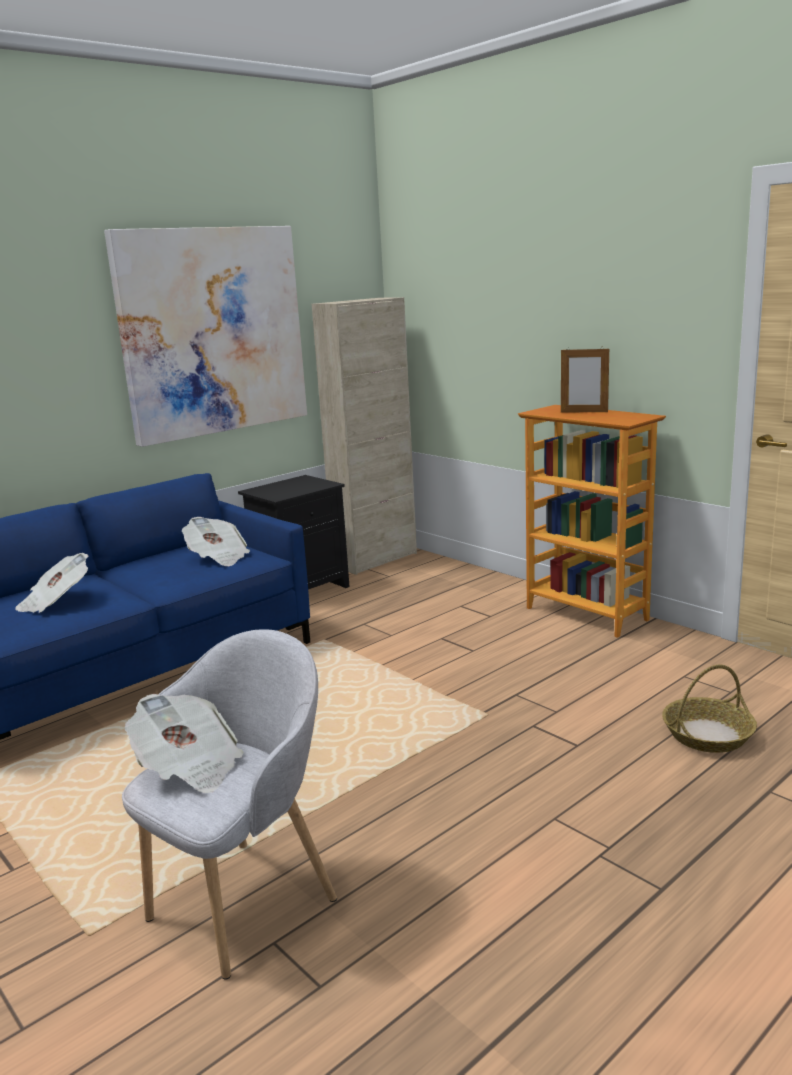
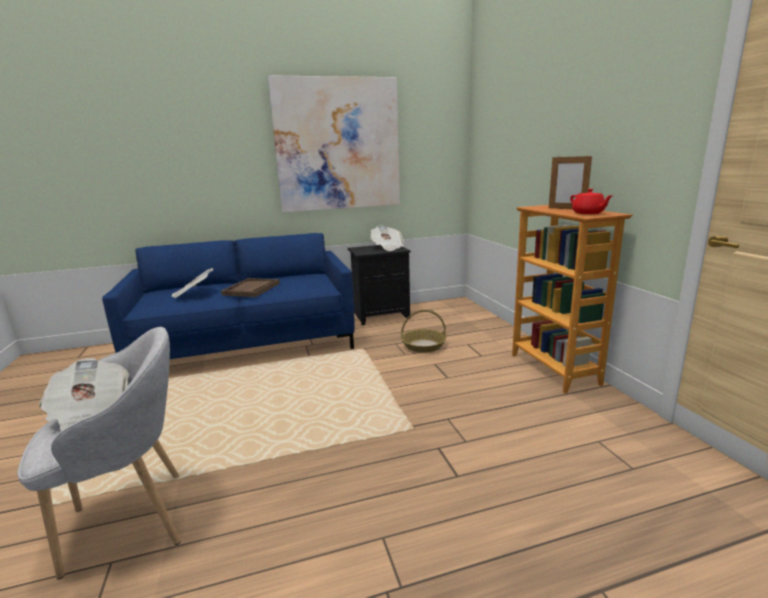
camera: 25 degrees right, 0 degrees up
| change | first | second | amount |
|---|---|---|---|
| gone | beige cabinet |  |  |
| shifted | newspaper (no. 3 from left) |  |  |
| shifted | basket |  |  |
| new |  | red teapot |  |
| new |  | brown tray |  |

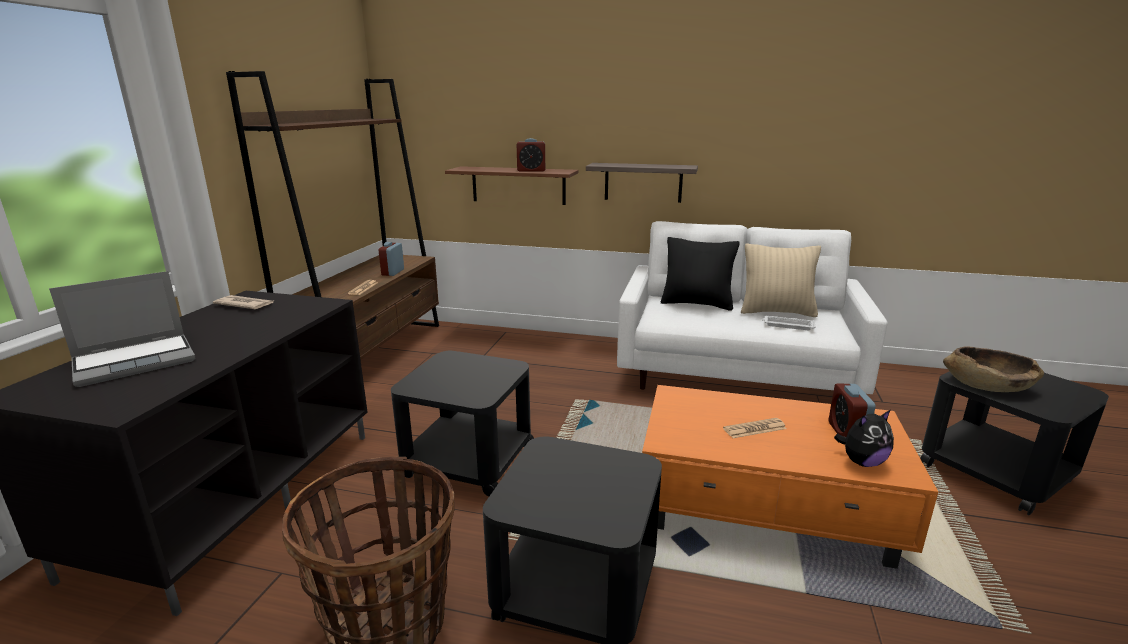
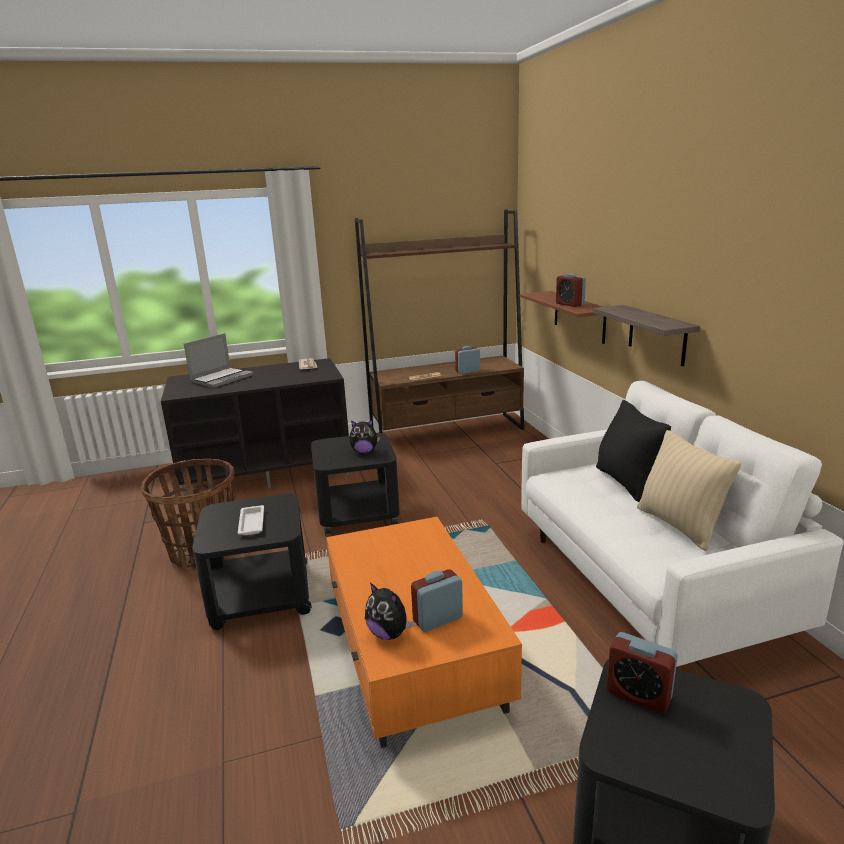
camera: 60 degrees right, 0 degrees up
| change | first | second | amount |
|---|---|---|---|
| rotated | laptop |  | 75 degrees counterclockwise |
| shifted | white tray |  |  |
| swapped | brown bowl | alarm clock (no. 4 from left) |  |
| gone | newspaper (no. 3 from left) |  |  |
| new |  | plush toy (no. 1 from left) |  |

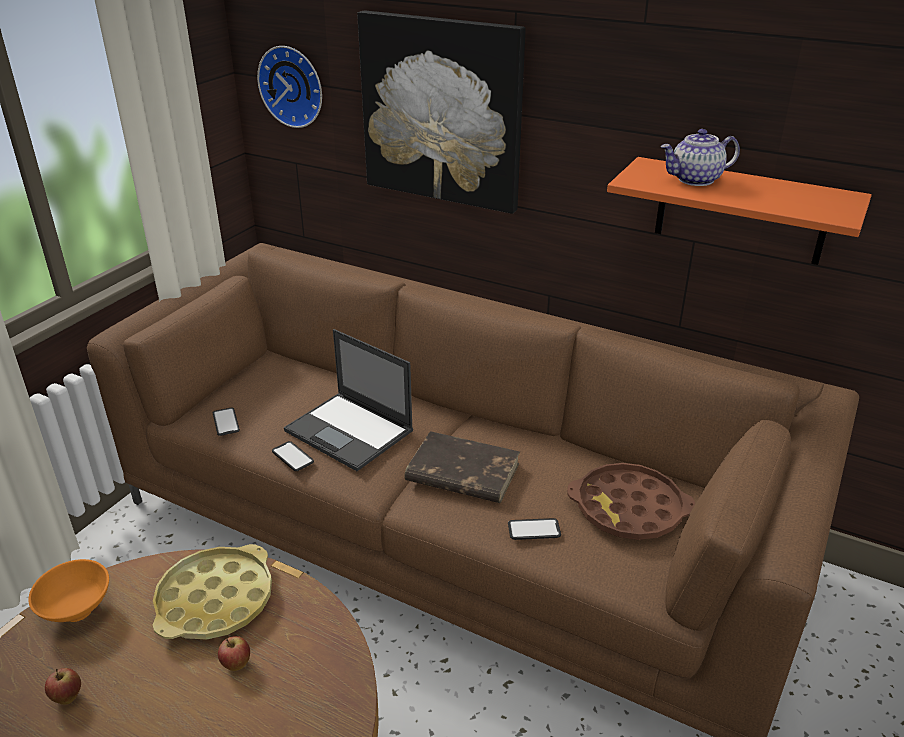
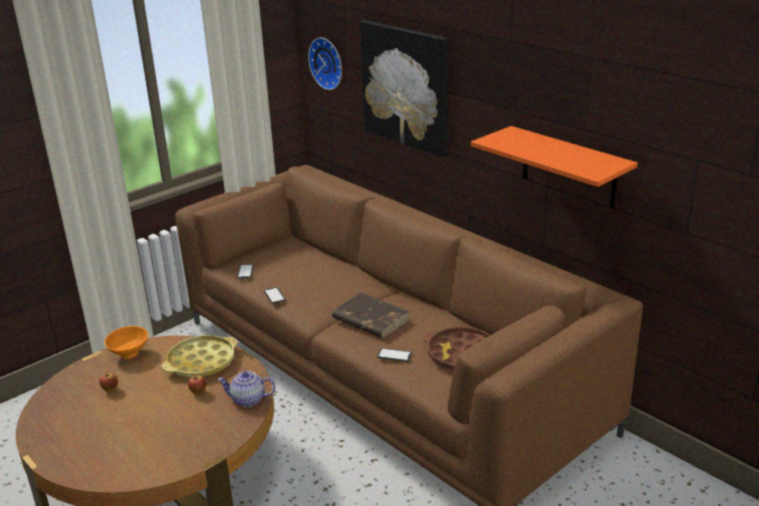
camera: 20 degrees right, 5 degrees down
| change | first | second | amount |
|---|---|---|---|
| shifted | teapot |  |  |
| gone | laptop |  |  |

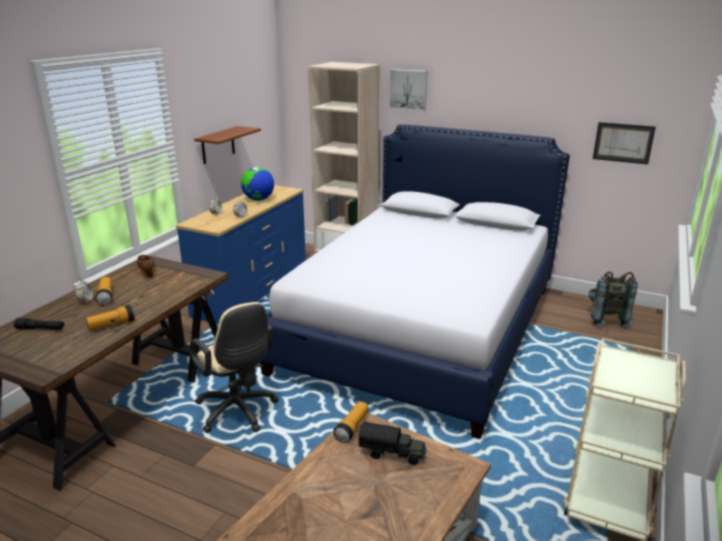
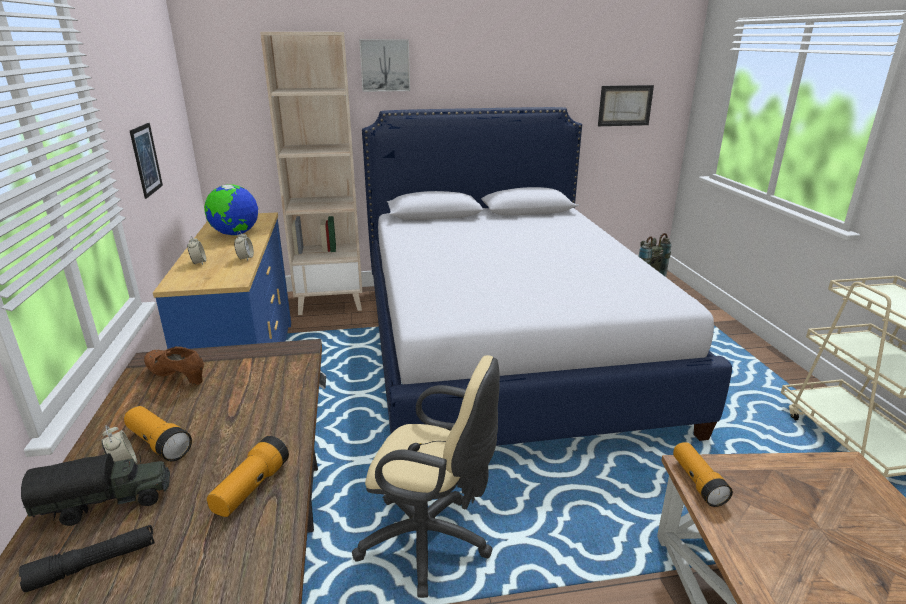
camera: 35 degrees left, 0 degrees up
| change | first | second | amount |
|---|---|---|---|
| swapped | brown shelf | picture (no. 1 from left) |  |
| shifted | toy truck |  |  |

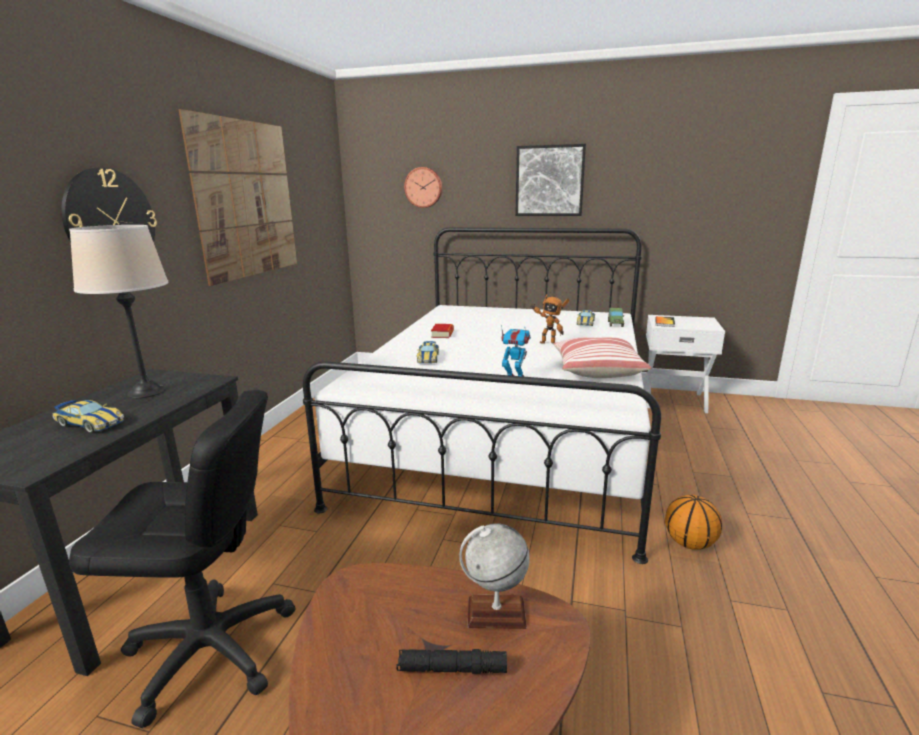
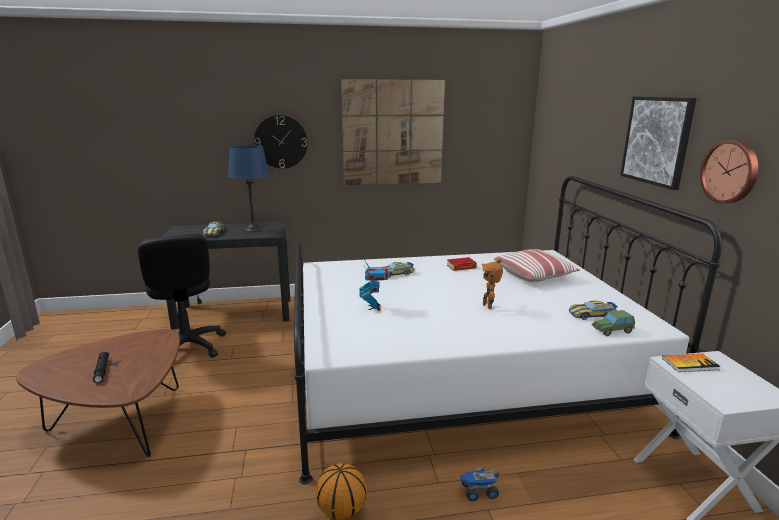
camera: 65 degrees right, 0 degrees up
| change | first | second | amount |
|---|---|---|---|
| shifted | wall clock (no. 2 from left) |  |  |
| repainted | beige table lamp | blue table lamp |  |
| shifted | pillow |  |  |
| gone | globe |  |  |
| new |  | toy truck |  |

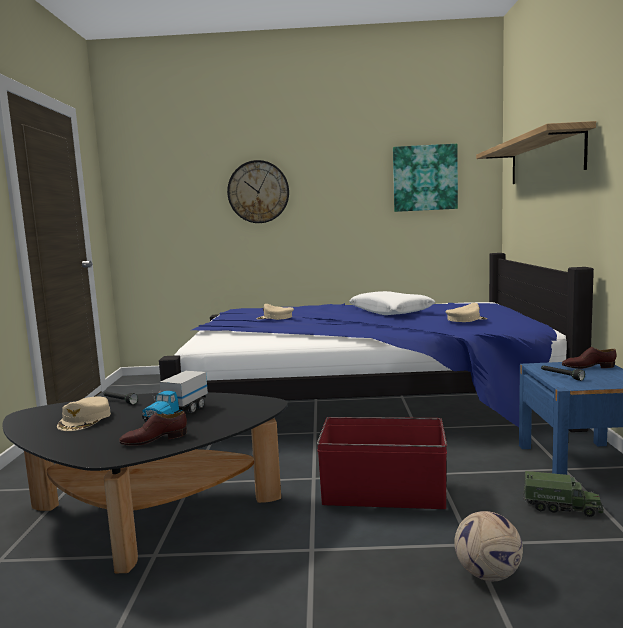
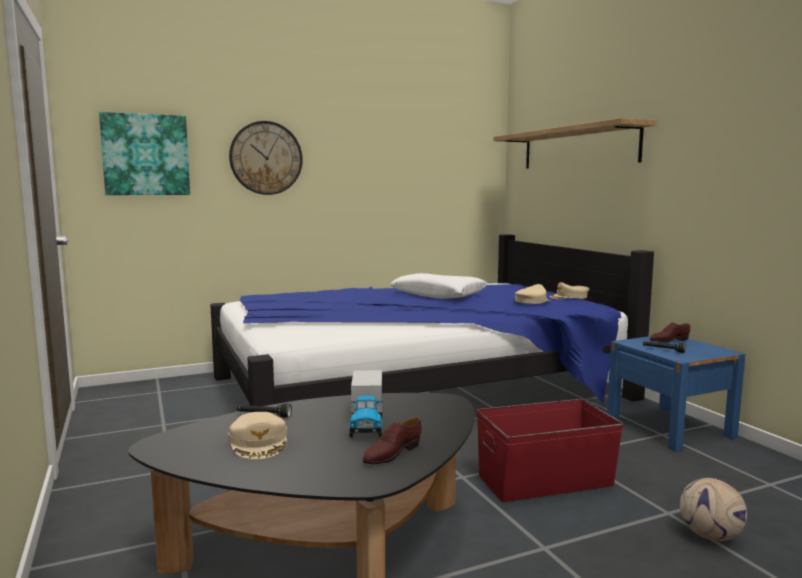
camera: 25 degrees left, 0 degrees up
| change | first | second | amount |
|---|---|---|---|
| shifted | picture |  |  |
| shifted | beige cap (no. 2 from left in the first image) | beige cap (no. 3 from left) |  |
| gone | toy truck (no. 2 from left) |  |  |

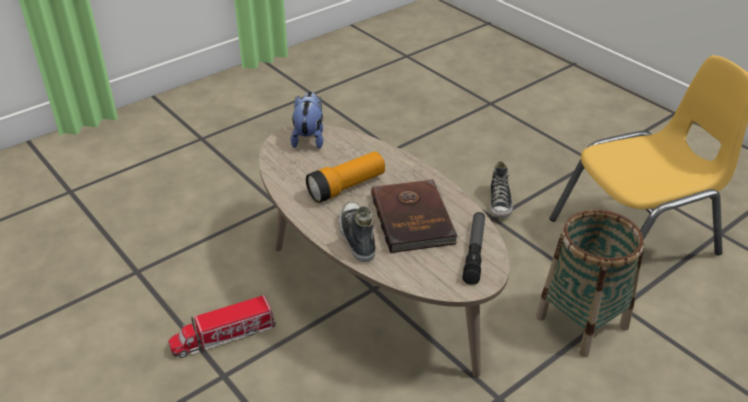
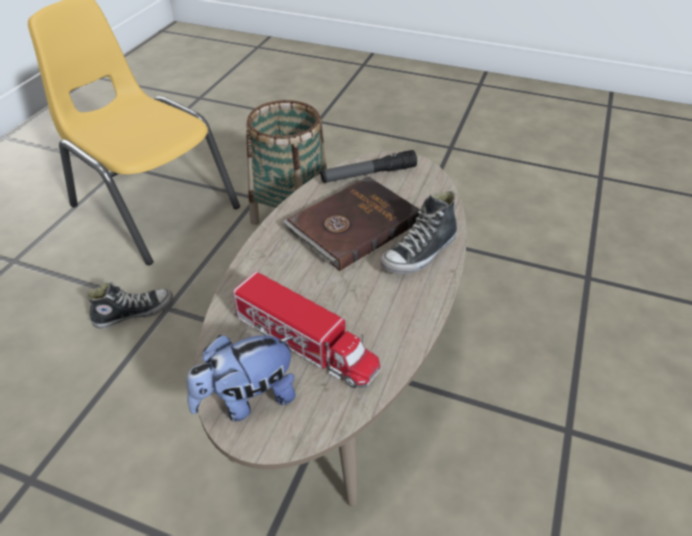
camera: 120 degrees left, 5 degrees up
| change | first | second | amount |
|---|---|---|---|
| gone | flashlight (no. 1 from left) |  |  |
| shifted | toy truck |  |  |

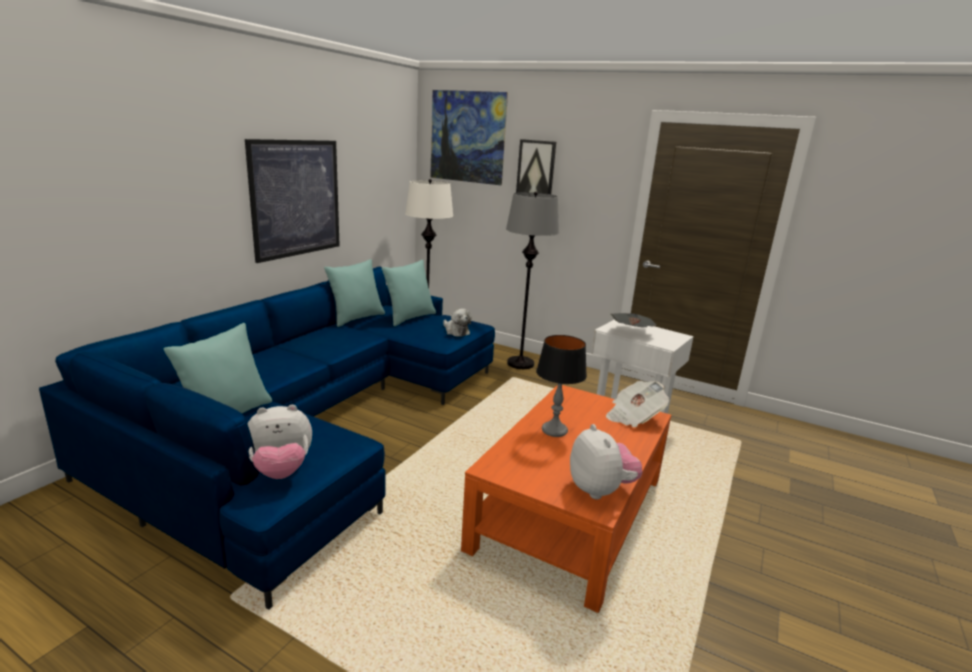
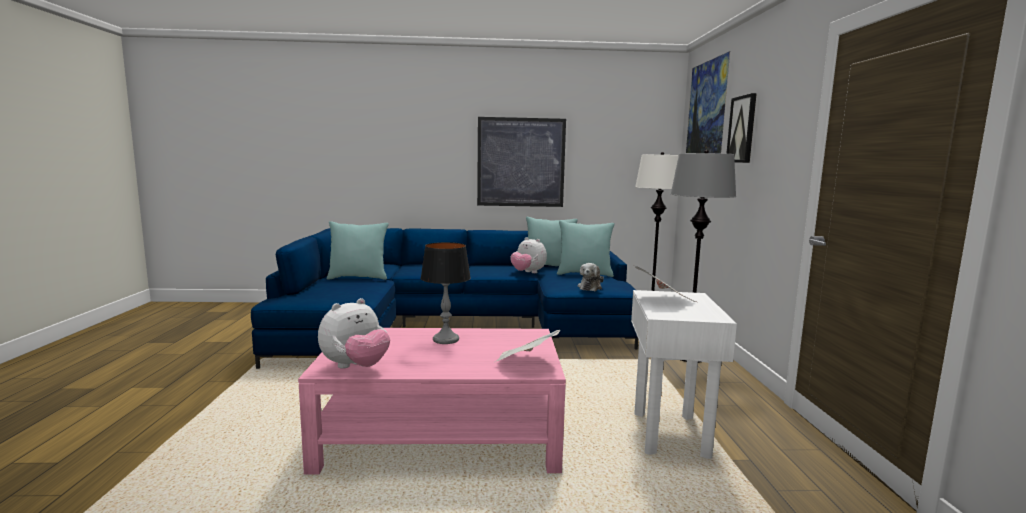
camera: 60 degrees right, 10 degrees down
| change | first | second | amount |
|---|---|---|---|
| repainted | orange coffee table | pink coffee table |  |
| shifted | plush toy (no. 1 from left in the first image) | plush toy (no. 2 from left) |  |

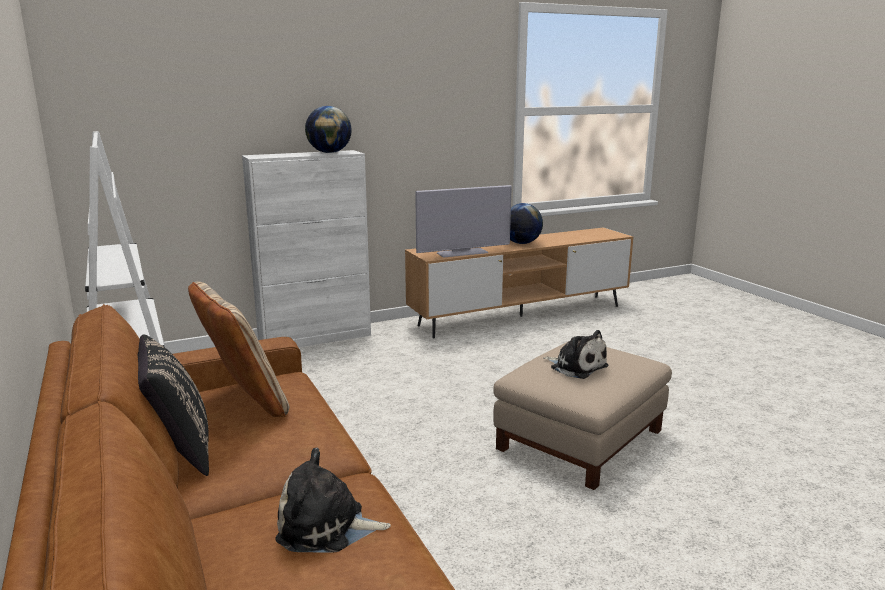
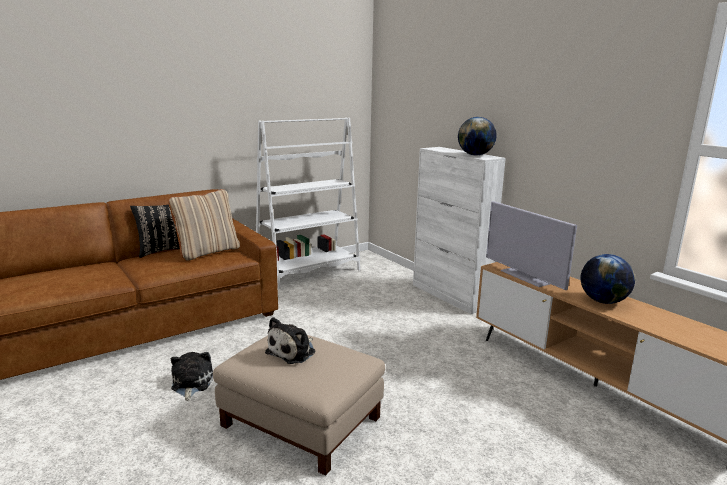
camera: 80 degrees right, 0 degrees up
| change | first | second | amount |
|---|---|---|---|
| shifted | plush toy (no. 1 from left) |  |  |

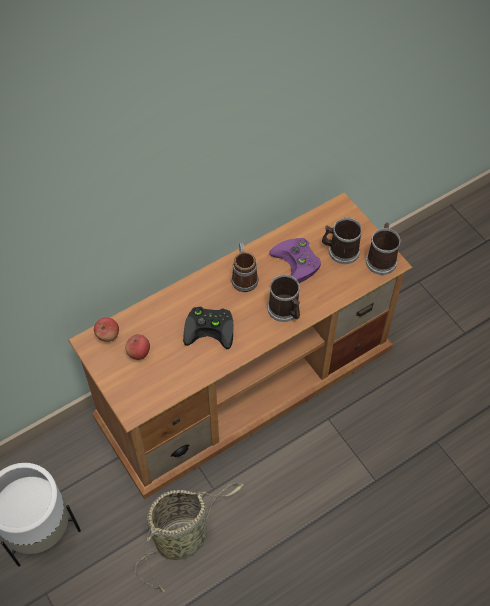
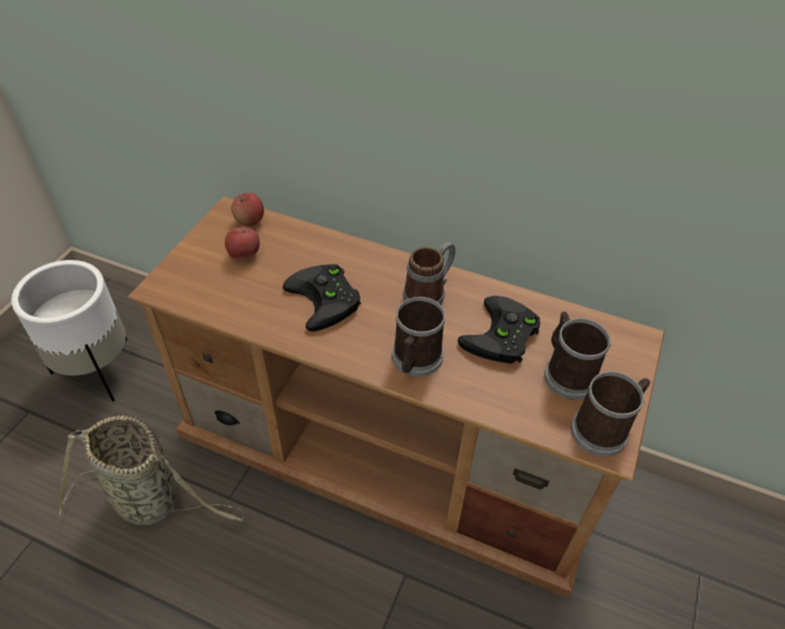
camera: 55 degrees right, 10 degrees down
| change | first | second | amount |
|---|---|---|---|
| repainted | purple game controller | black game controller (no. 2 from left) |  |

